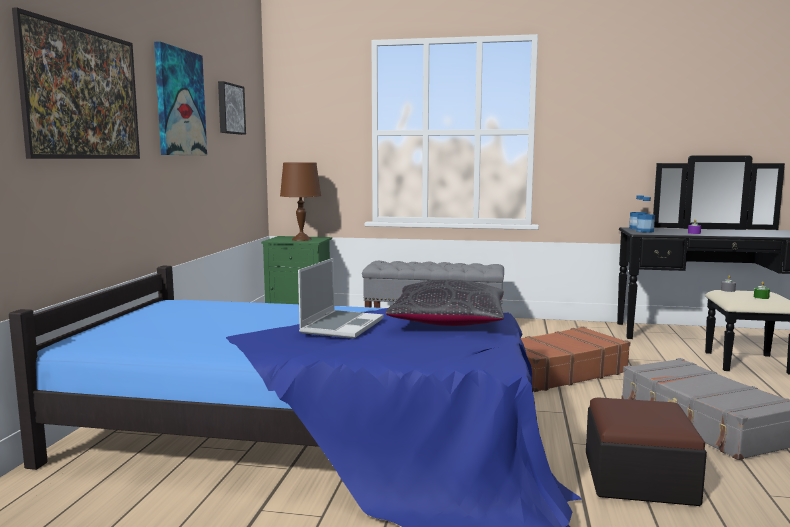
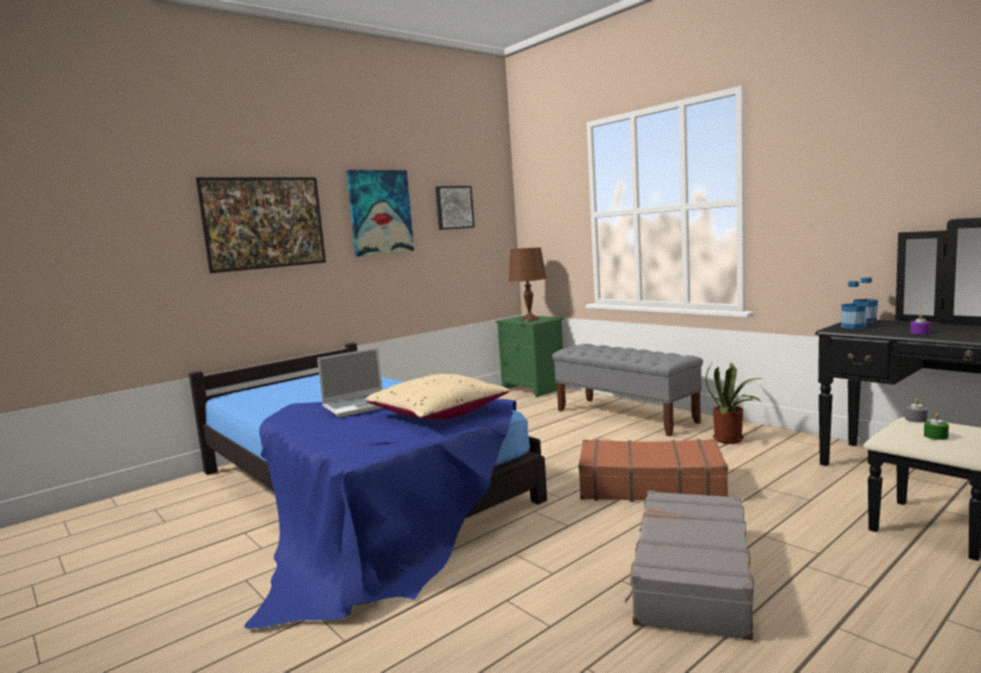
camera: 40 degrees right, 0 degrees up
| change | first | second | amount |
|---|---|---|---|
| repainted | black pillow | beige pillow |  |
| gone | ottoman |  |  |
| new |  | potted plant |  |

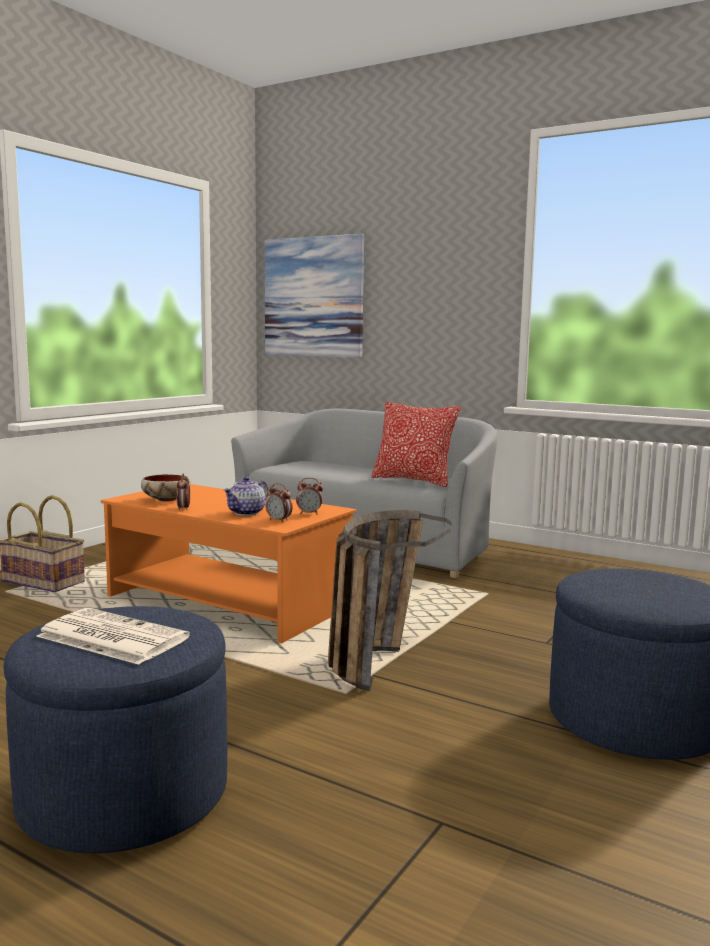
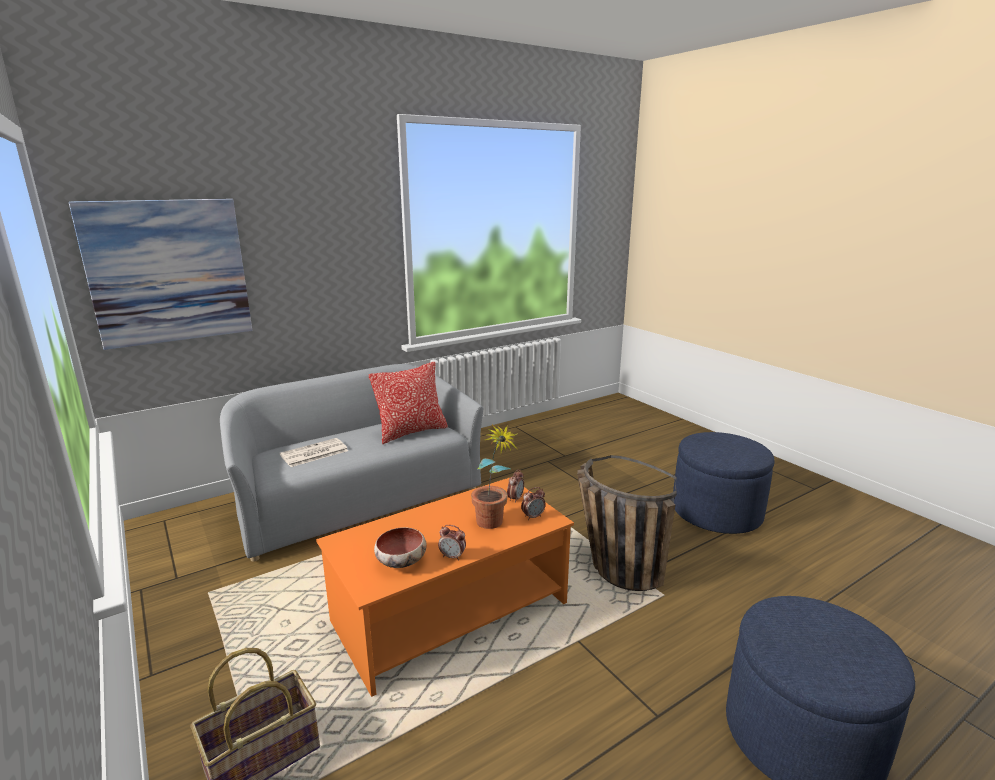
camera: 65 degrees left, 10 degrees up
| change | first | second | amount |
|---|---|---|---|
| swapped | teapot | potted plant |  |
| shifted | newspaper |  |  |

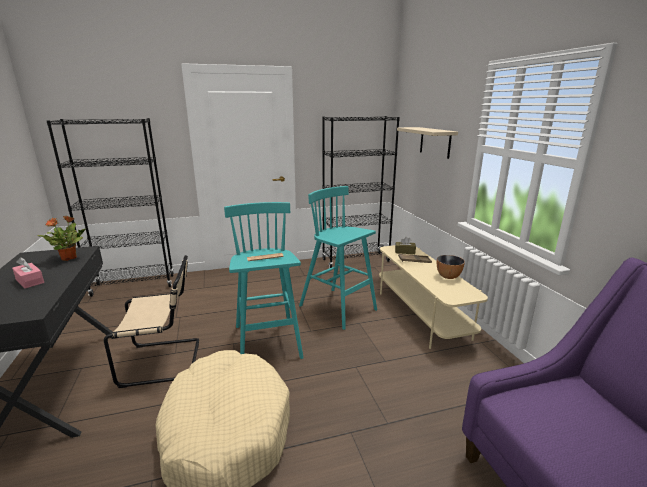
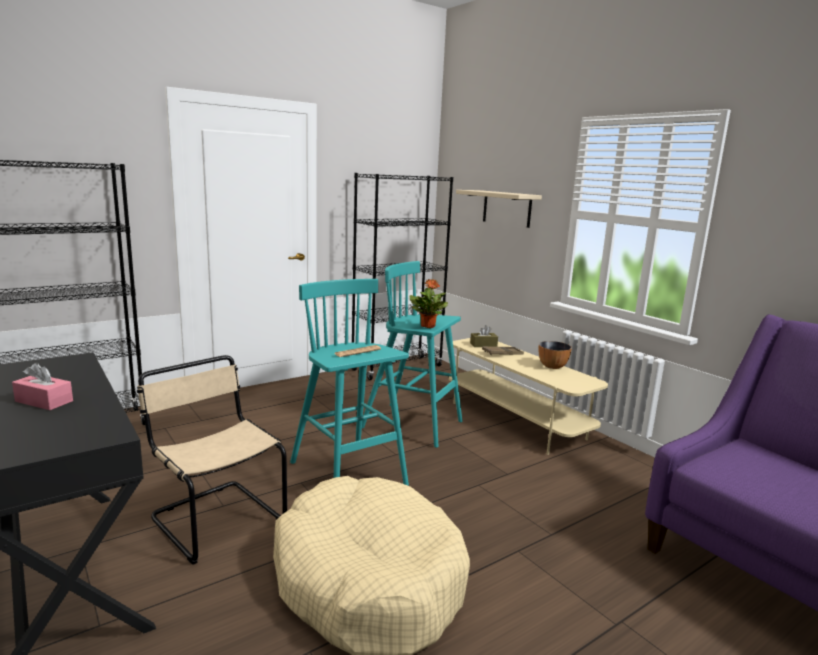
camera: 20 degrees left, 5 degrees down
| change | first | second | amount |
|---|---|---|---|
| shifted | potted plant |  |  |
| rotated | beige chair |  | 105 degrees counterclockwise |

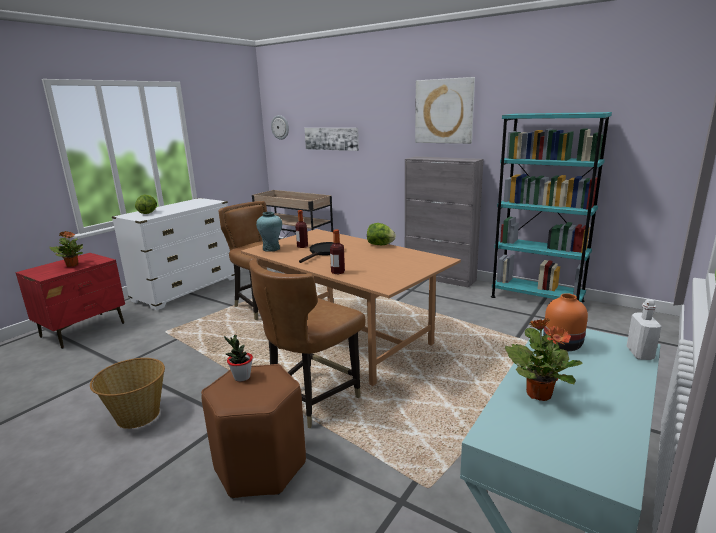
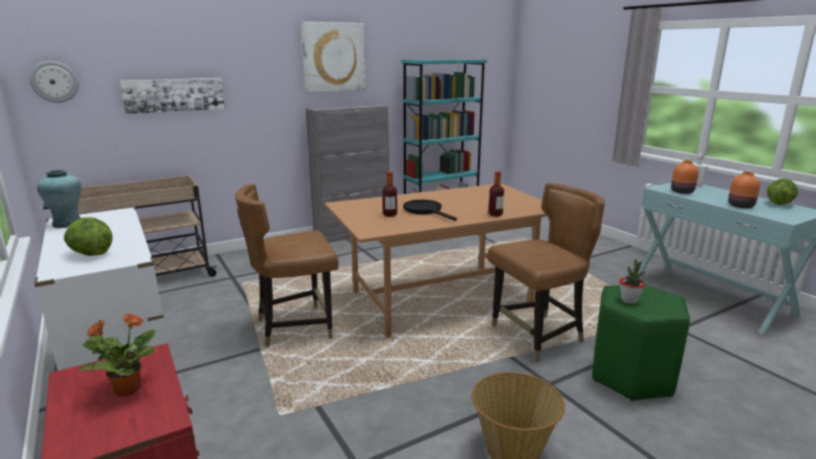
camera: 65 degrees left, 0 degrees up
| change | first | second | amount |
|---|---|---|---|
| shifted | turquoise vase |  |  |
| shifted | lettuce (no. 2 from left) |  |  |
| rotated | brown chair (no. 2 from left) |  | 90 degrees counterclockwise |
| swapped | potted plant (no. 3 from left) | orange vase (no. 2 from left) |  |
| repainted | brown stool | green stool |  |

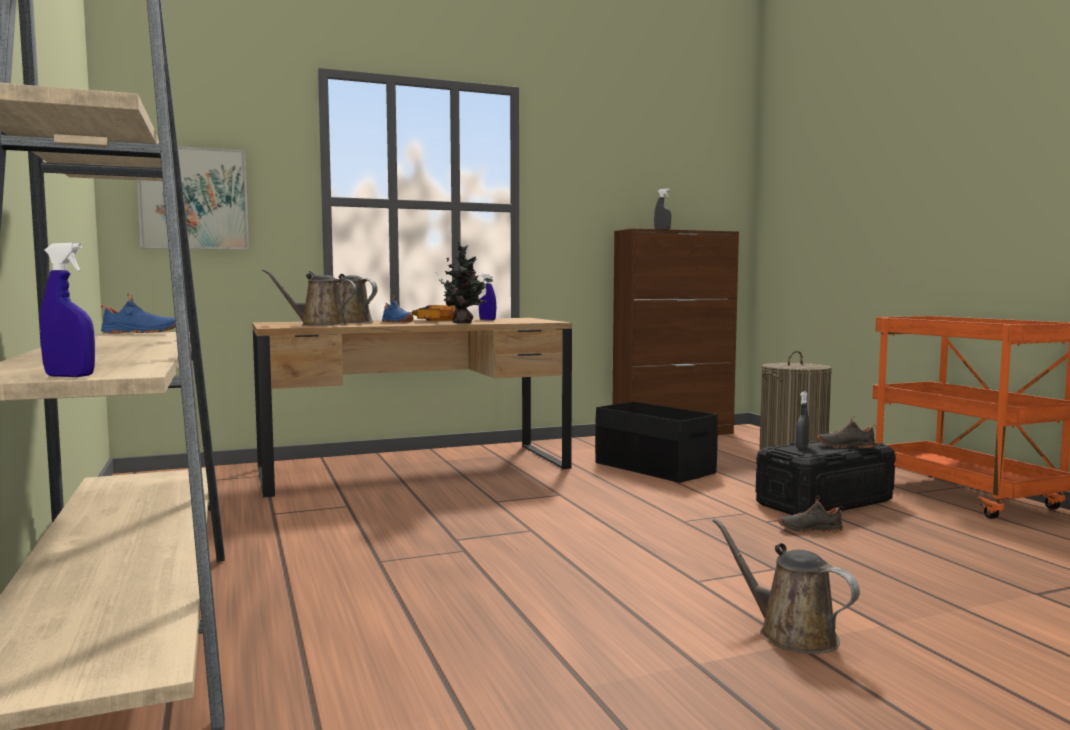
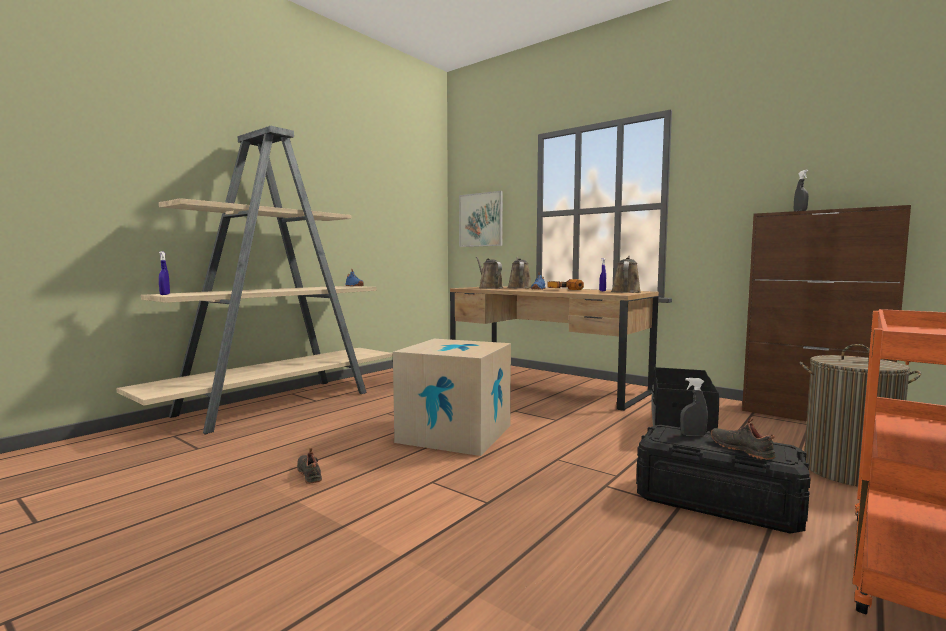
camera: 60 degrees right, 0 degrees up
| change | first | second | amount |
|---|---|---|---|
| gone | potted plant |  |  |
| shifted | black shoe (no. 1 from left) |  |  |
| shifted | brown watering can (no. 3 from left) |  |  |
| new |  | cardboard box |  |

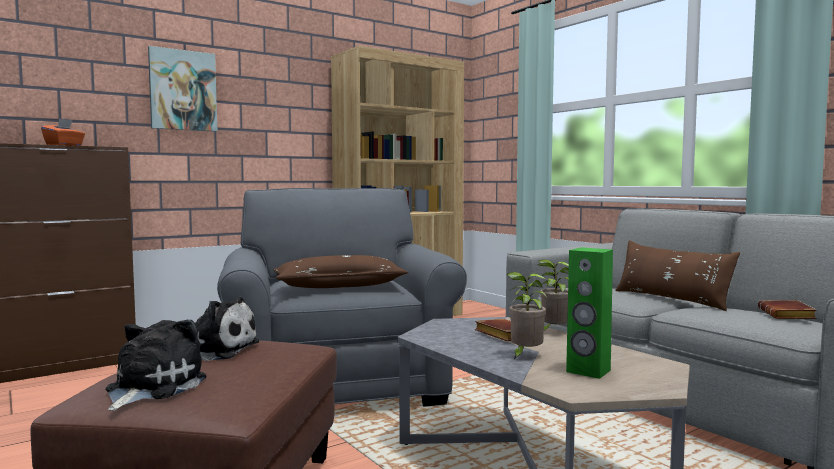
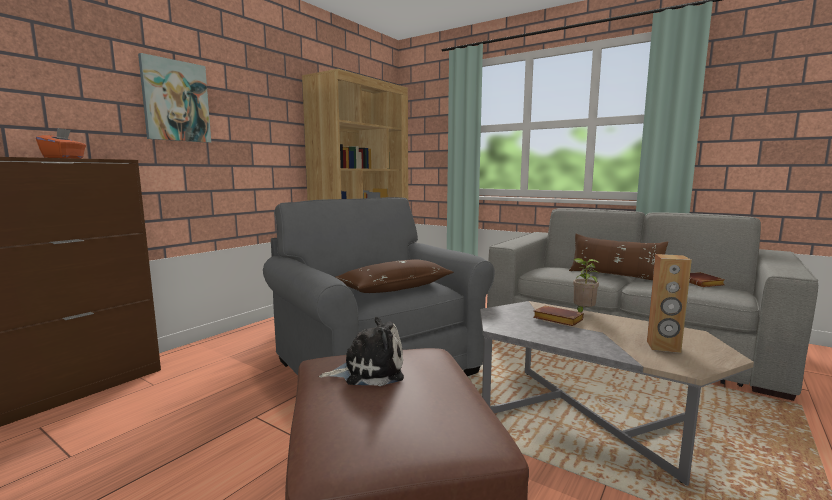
camera: 20 degrees left, 5 degrees up
| change | first | second | amount |
|---|---|---|---|
| repainted | green speaker | brown speaker |  |
| gone | potted plant (no. 1 from left) |  |  |
| gone | plush toy (no. 1 from left) |  |  |

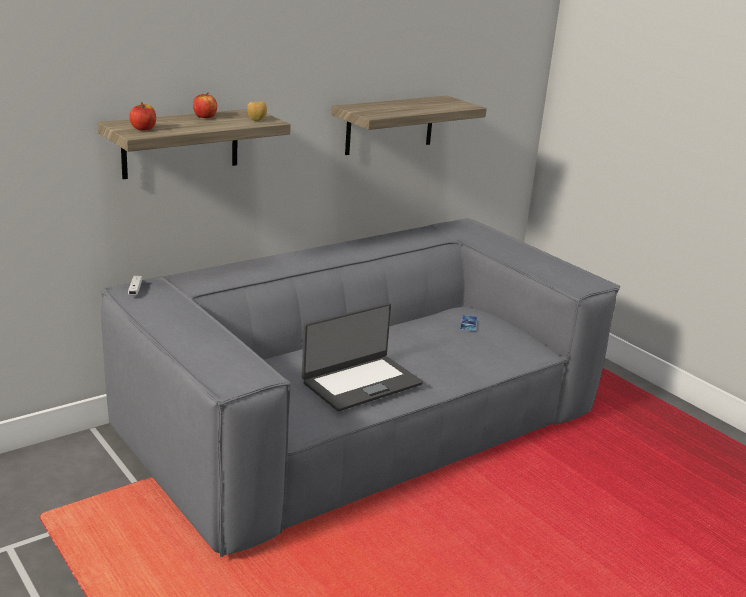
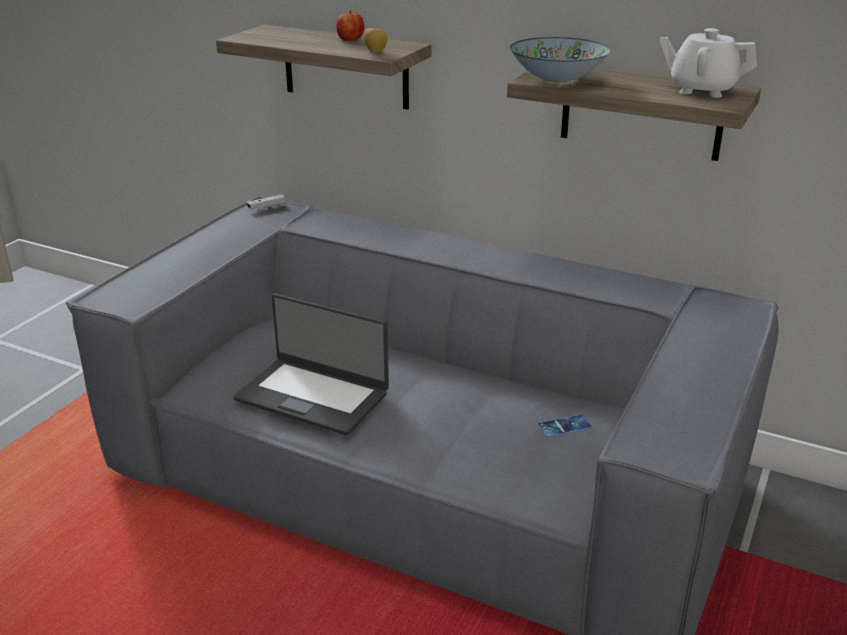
camera: 65 degrees right, 5 degrees up
| change | first | second | amount |
|---|---|---|---|
| gone | apple (no. 1 from left) |  |  |
| new |  | white teapot |  |
| new |  | bowl |  |

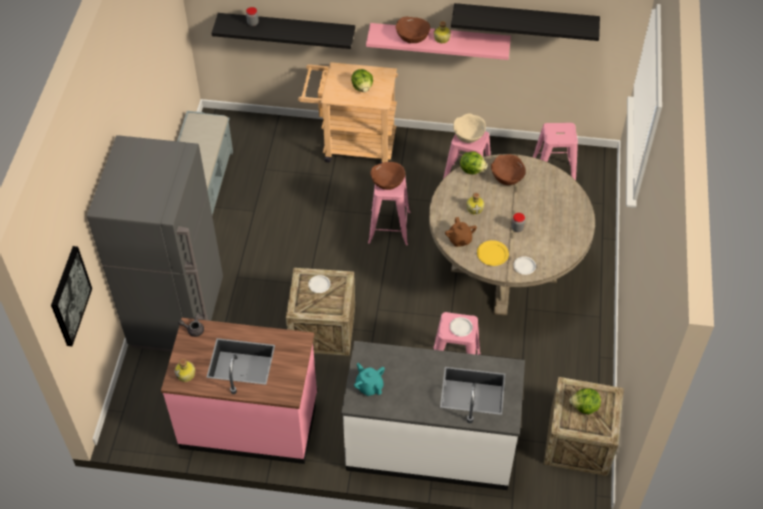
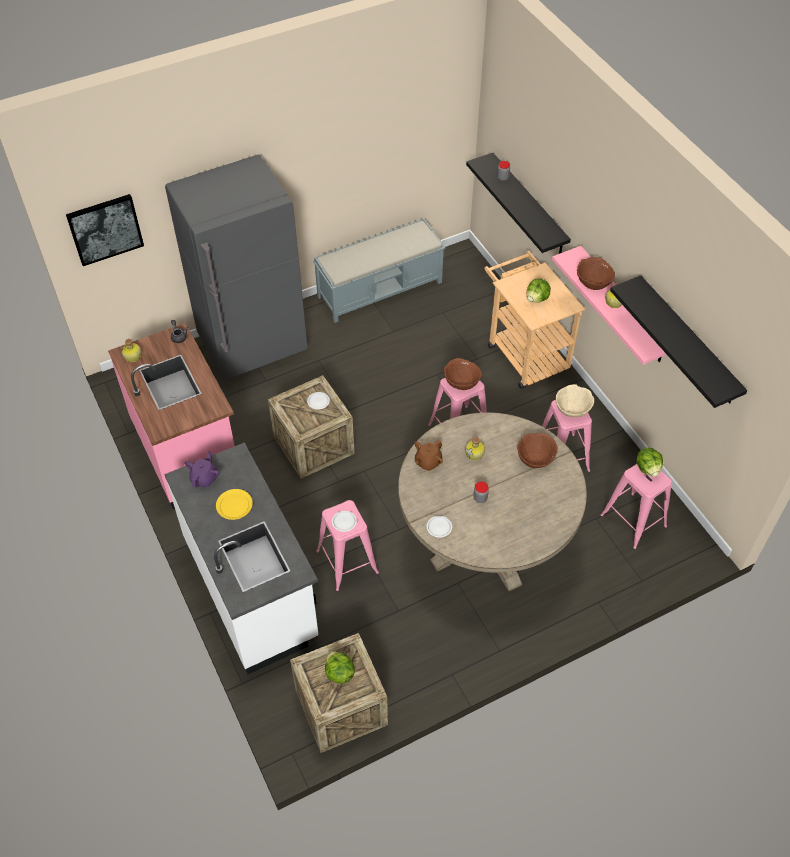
camera: 55 degrees right, 0 degrees up
| change | first | second | amount |
|---|---|---|---|
| shifted | lettuce (no. 2 from left in the first image) | lettuce (no. 3 from left) |  |
| shifted | yellow plate |  |  |
| repainted | turquoise teapot | purple teapot |  |

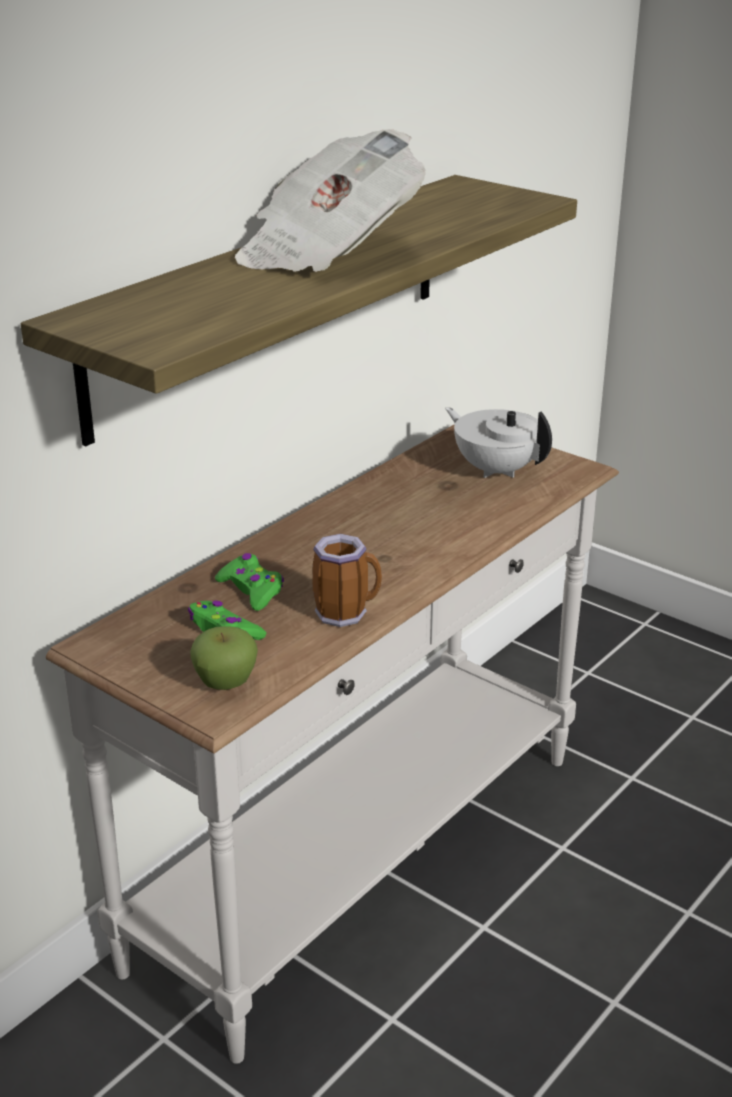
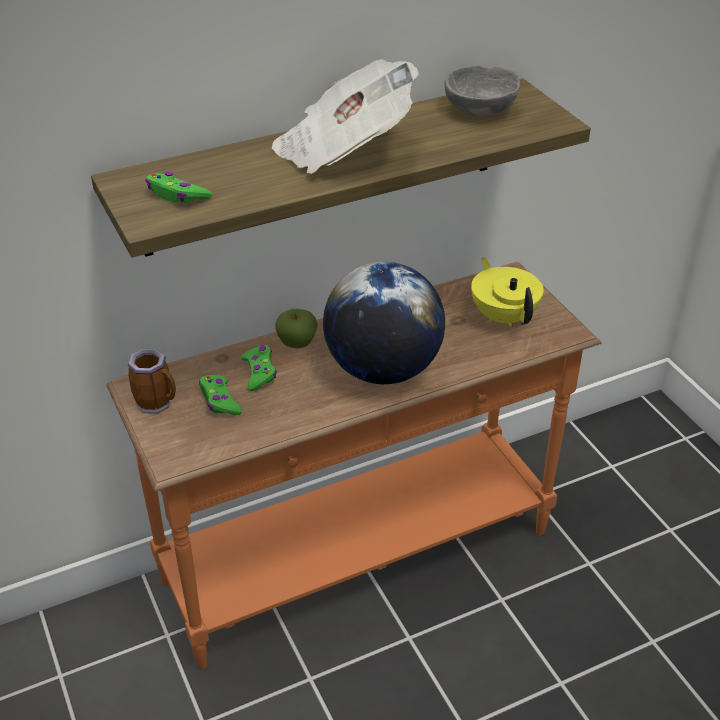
camera: 25 degrees right, 10 degrees up
| change | first | second | amount |
|---|---|---|---|
| repainted | white teapot | yellow teapot |  |
| repainted | white console table | orange console table |  |
| shifted | mug |  |  |
| shifted | apple |  |  |
| new |  | grey bowl |  |
| new |  | green game controller (no. 1 from left) |  |
| new |  | globe |  |

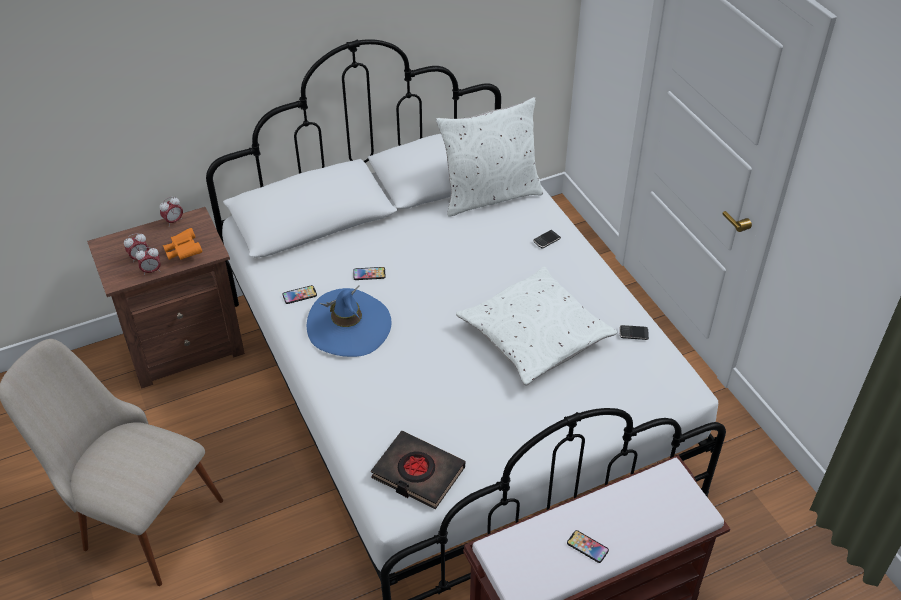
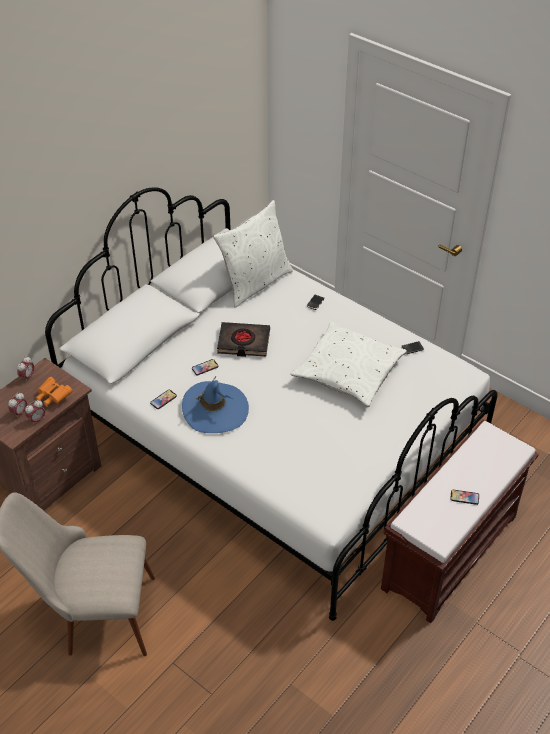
camera: 25 degrees left, 0 degrees up
| change | first | second | amount |
|---|---|---|---|
| shifted | black book |  |  |

